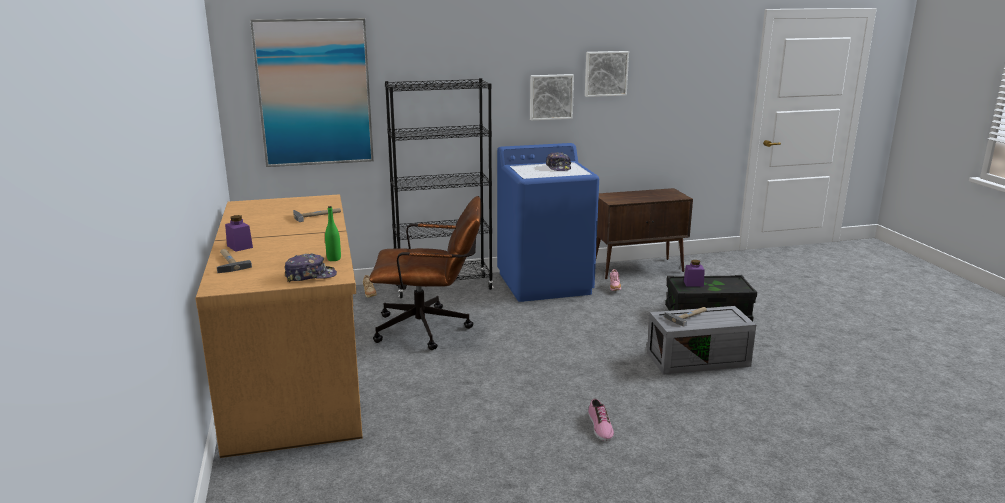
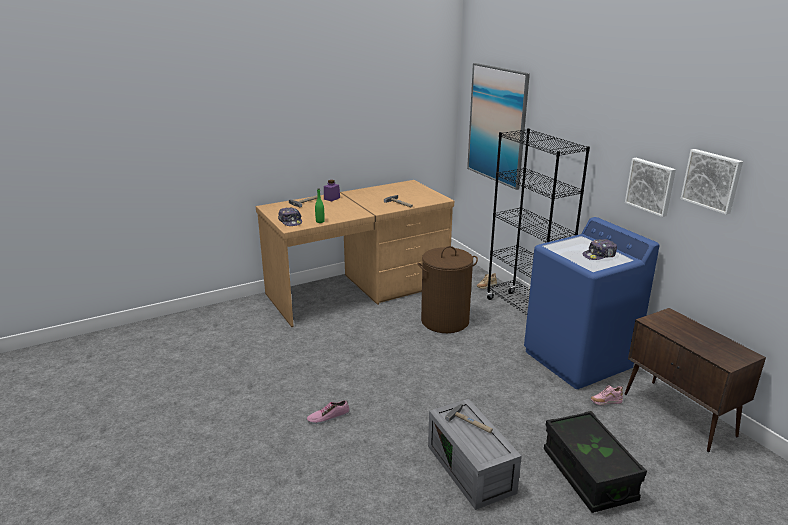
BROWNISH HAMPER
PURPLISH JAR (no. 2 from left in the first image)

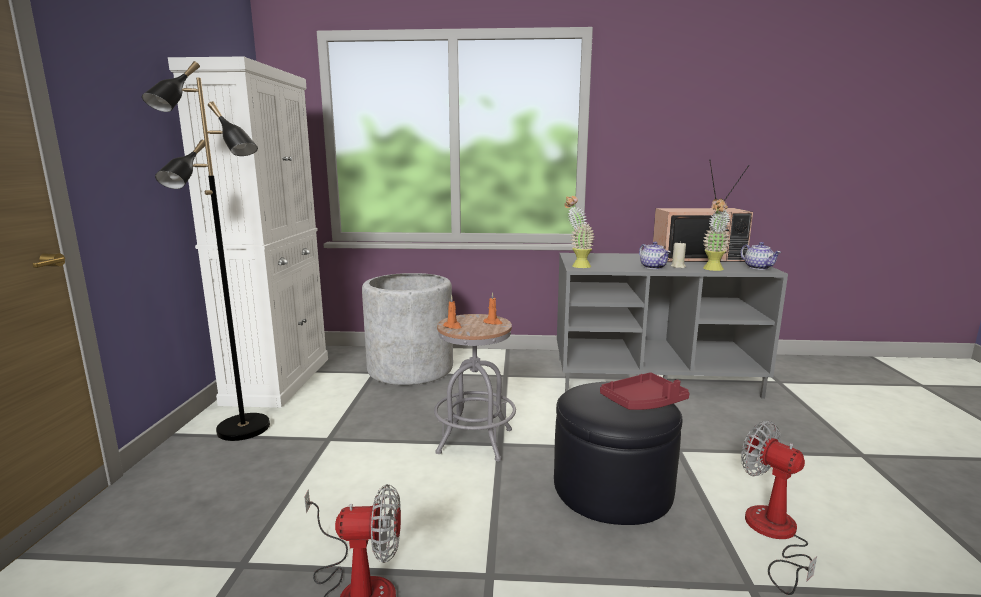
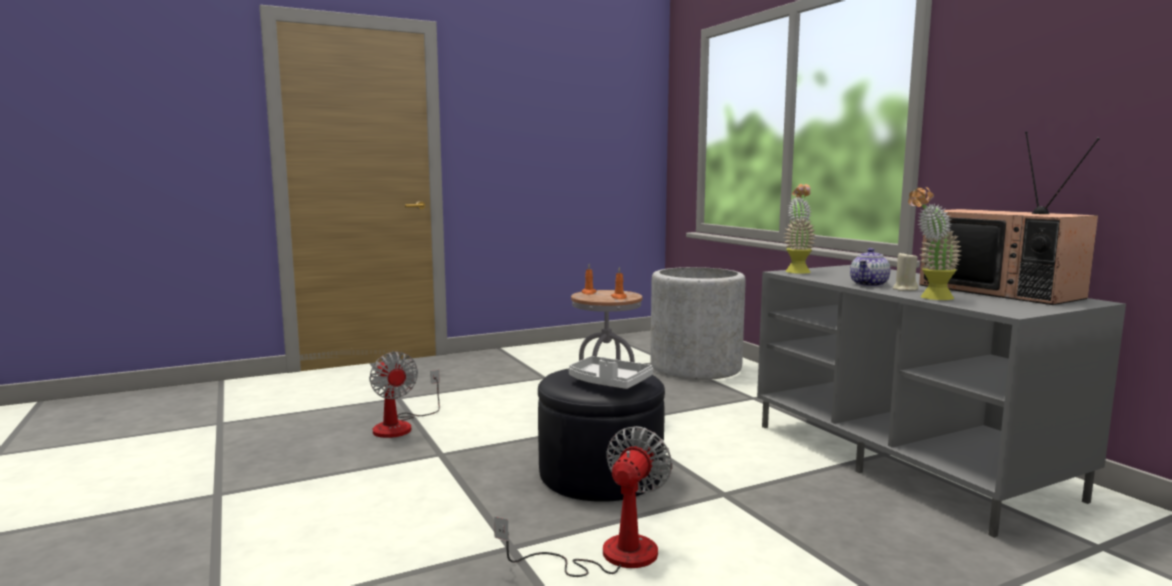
BLACK FLOOR LAMP
WHITE-COLOURED STORAGE CABINET
GRAY CARRYING TRAY
POT FOR TEA (no. 2 from left in the first image)

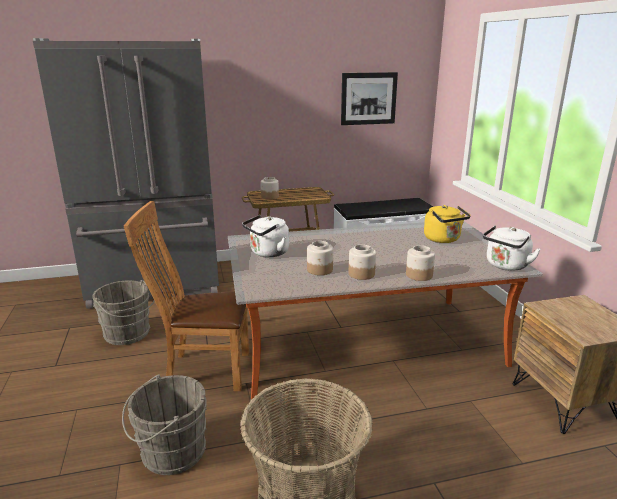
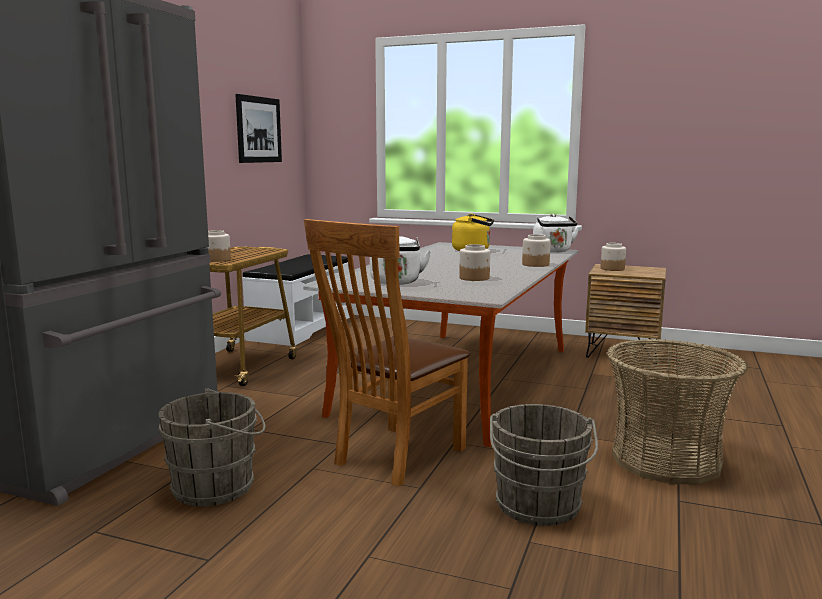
JAR (no. 4 from left)

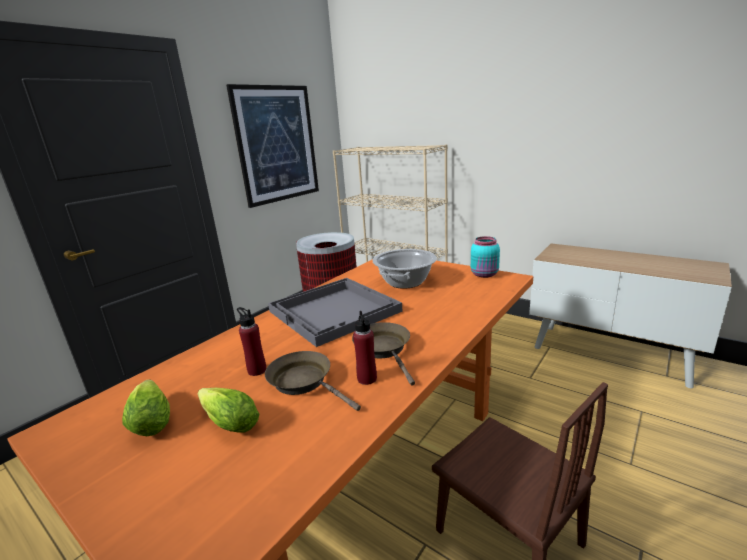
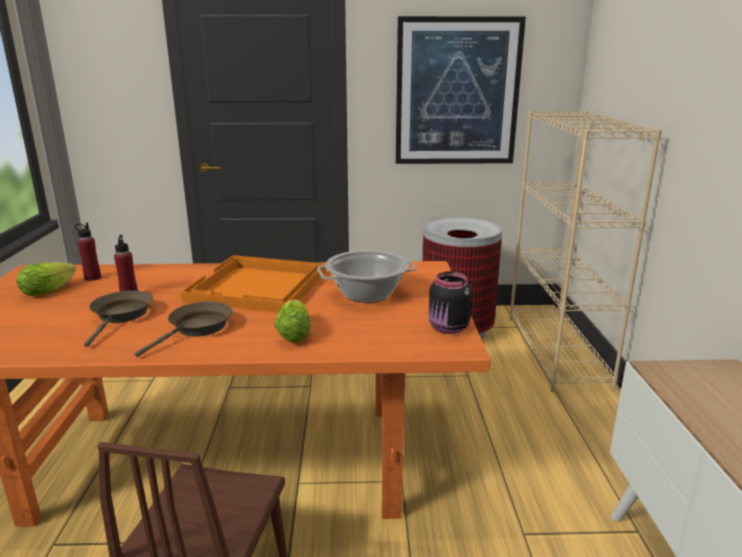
LETTUCE (no. 2 from left)
ORANGE CARRYING TRAY
RED-COLOURED DRINK BOTTLE (no. 1 from left)
BLACK JAR

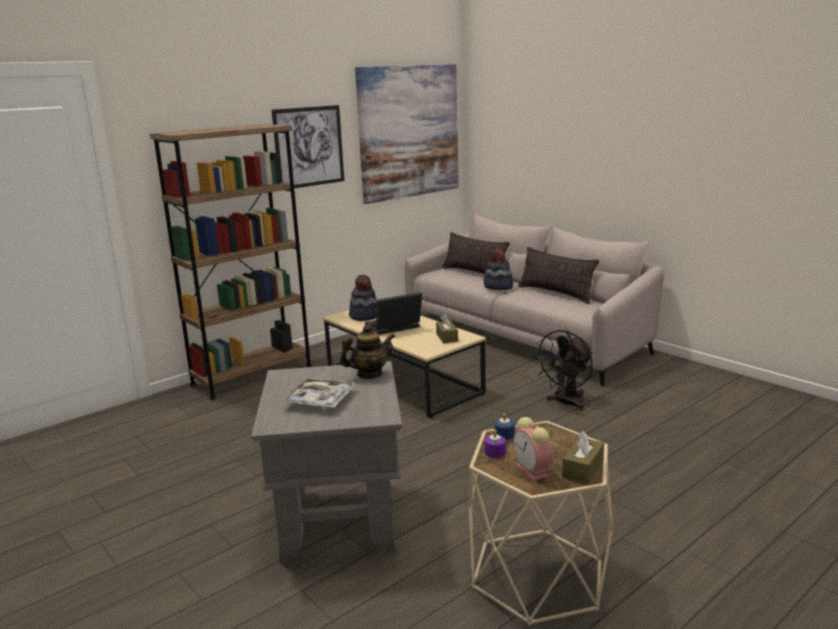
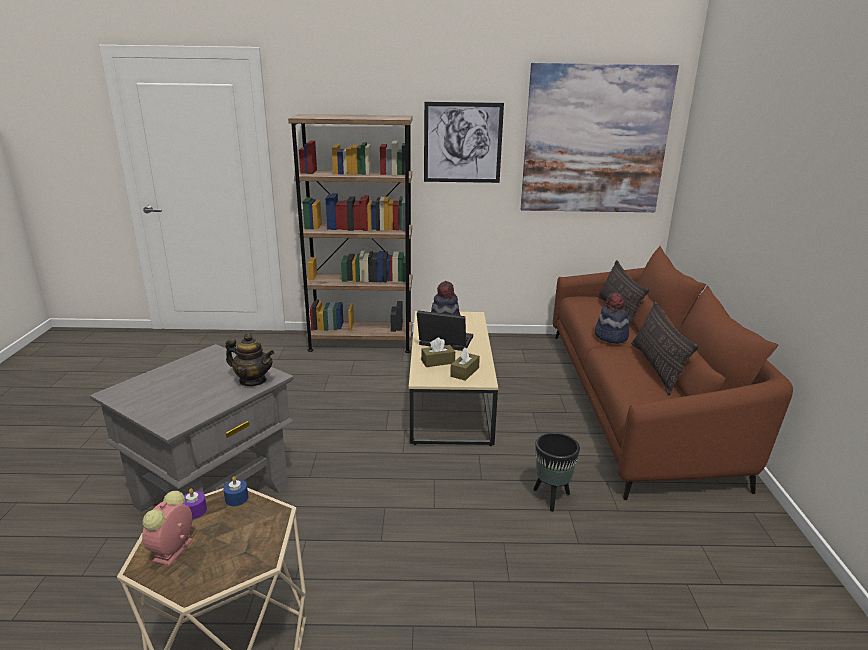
CARRYING TRAY
BROWNISH SETTEE
BLACK PLANT POT
BROWNISH TISSUE BOX (no. 1 from left)

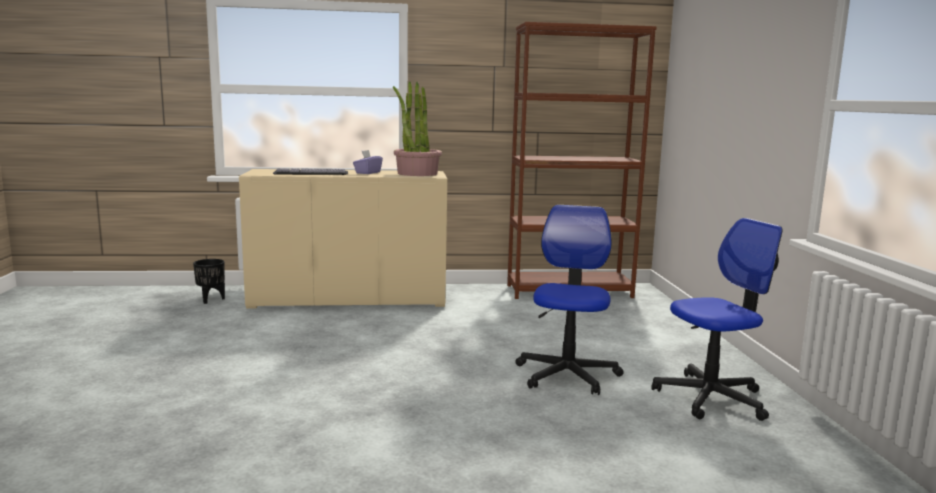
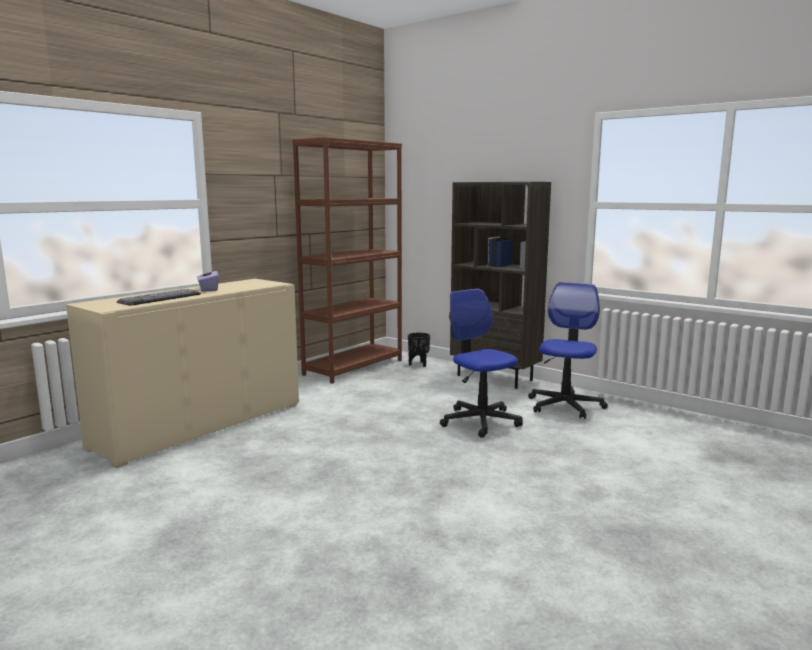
BLACK PLANT POT
PLANT IN A POT
BROWNISH BOOKCASE (no. 2 from left)

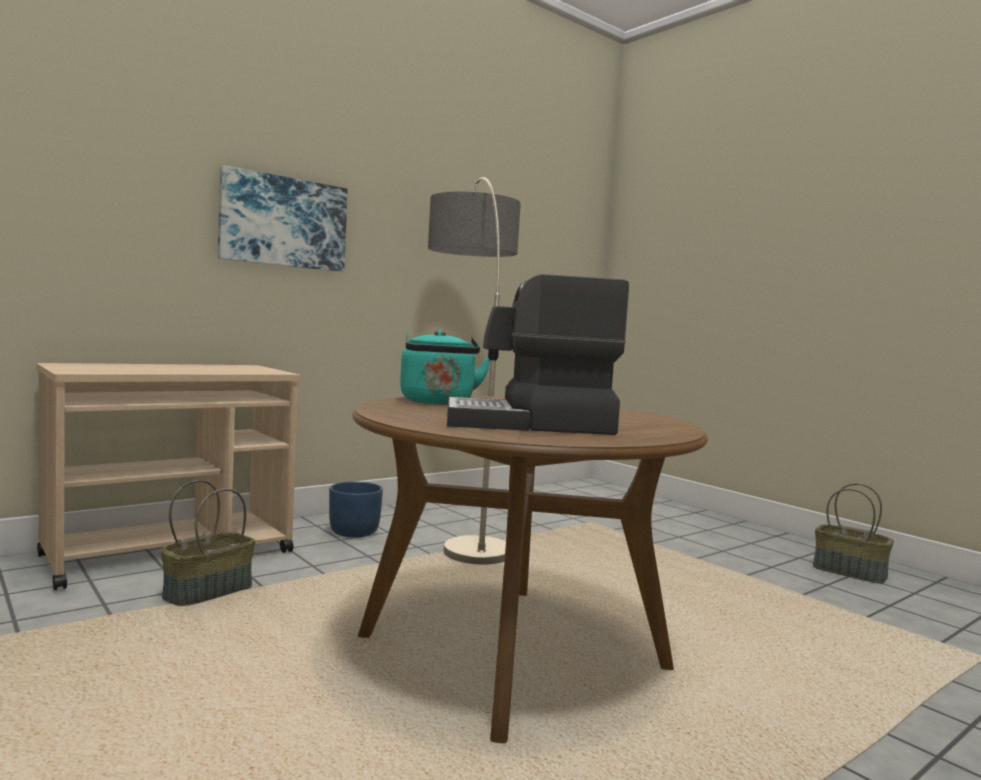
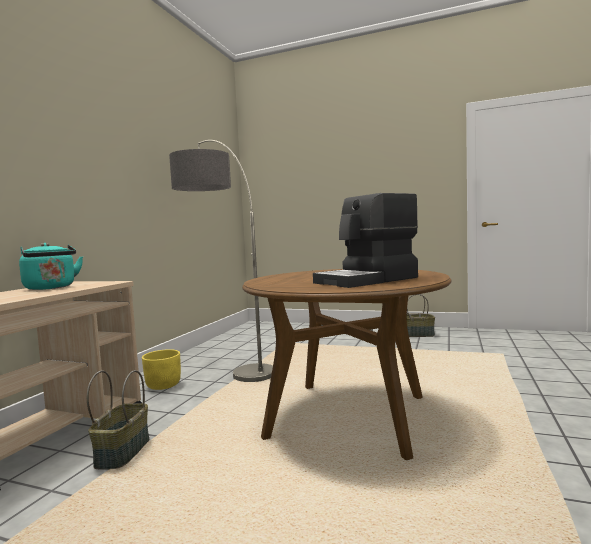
WALL PICTURE
YELLOW-COLOURED PLANT POT
BLUE-GREEN KETTLE

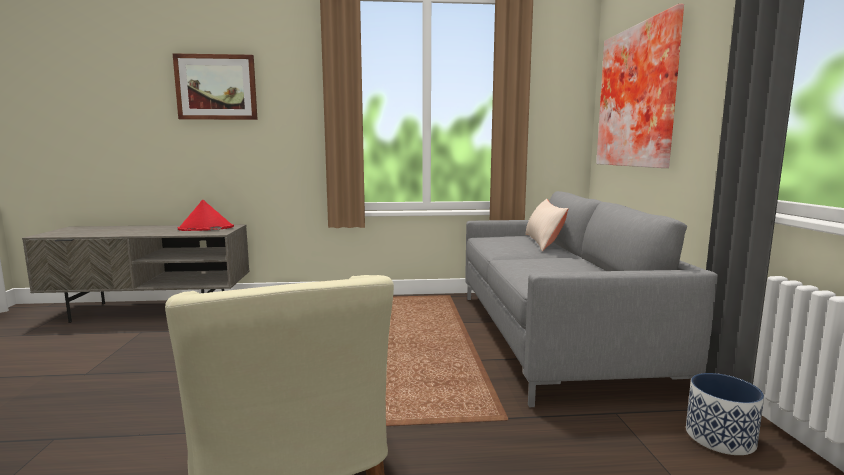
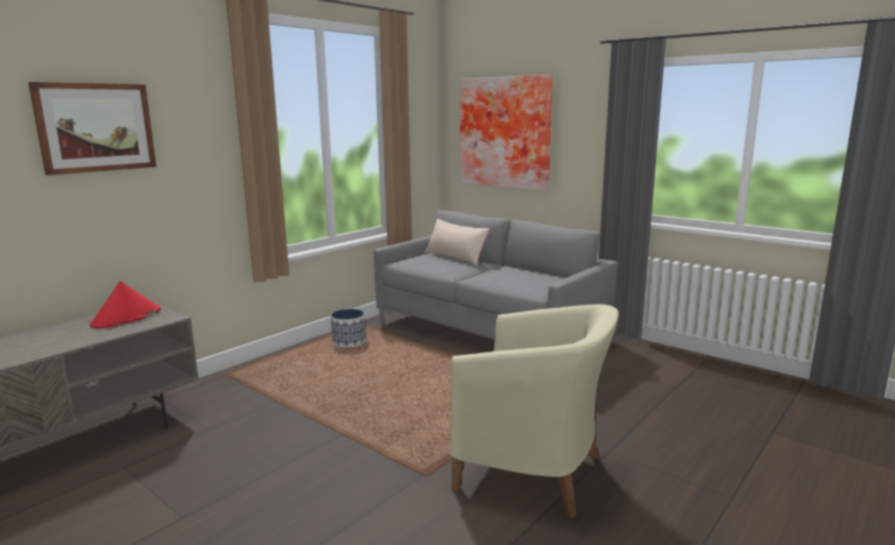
PLANT POT

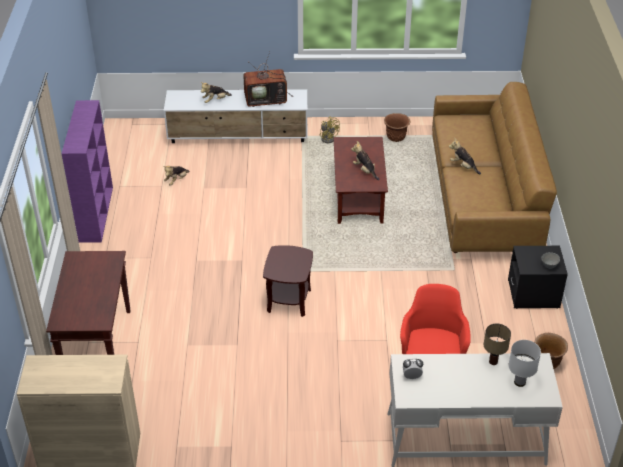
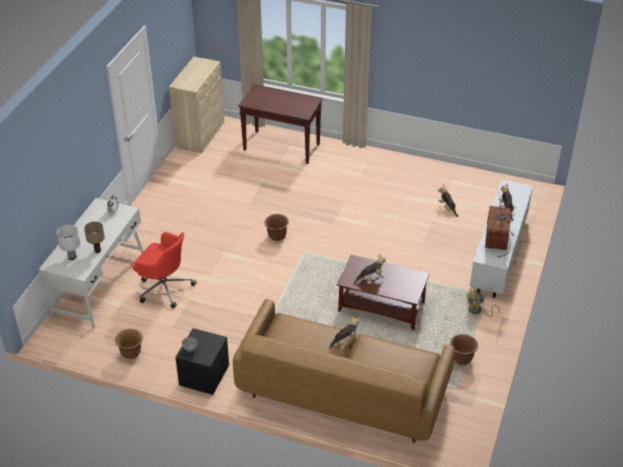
PURPLISH BOOKCASE
BROWNISH PLANT POT (no. 2 from left)

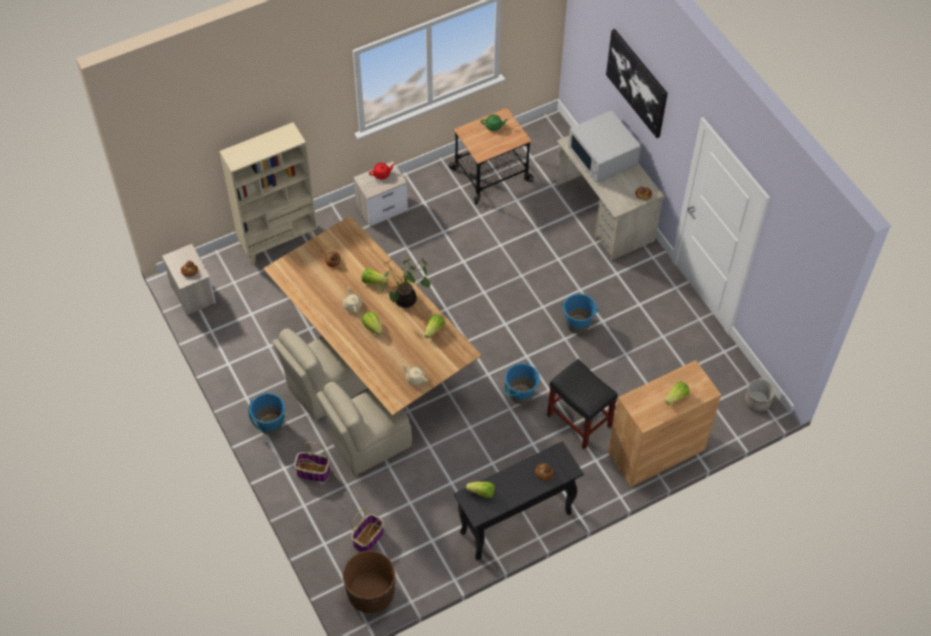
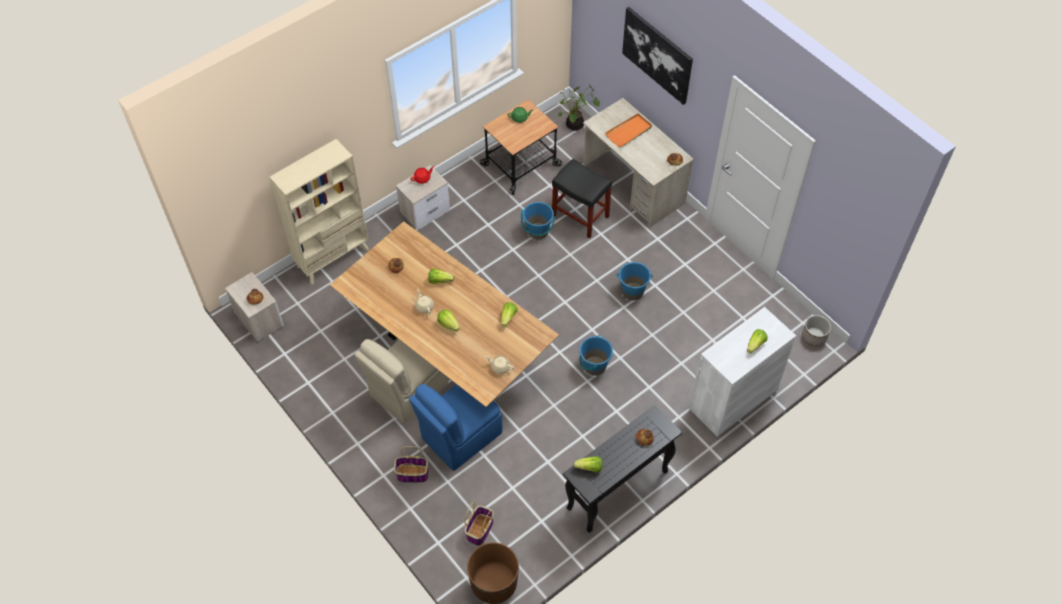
BLUE WATER BUCKET (no. 1 from left)
BLUE CHAIR
PLANT IN A POT
BLACK SITTING STOOL
ORANGE CARRYING TRAY
WHITE-COLOURED STORAGE CABINET

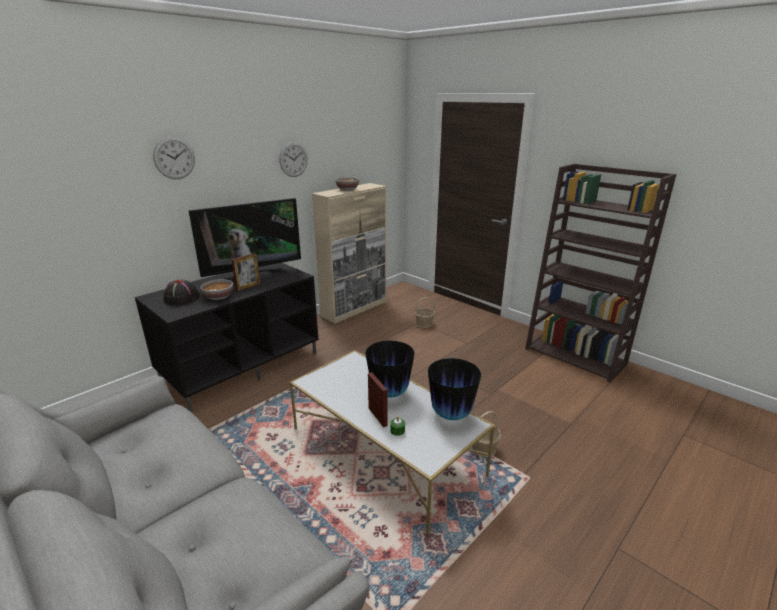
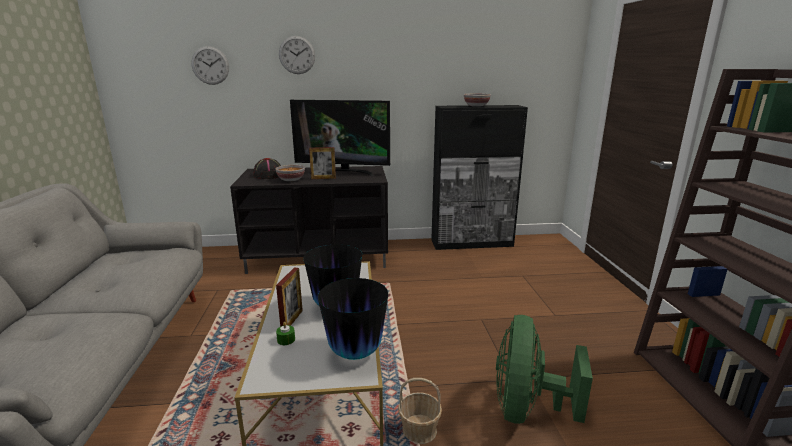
HANGING CLOCK (no. 1 from left)
BLACK STORAGE CABINET
HOUSEHOLD BASKET (no. 1 from left in the first image)
GREEN-COLOURED ELECTRIC FAN

